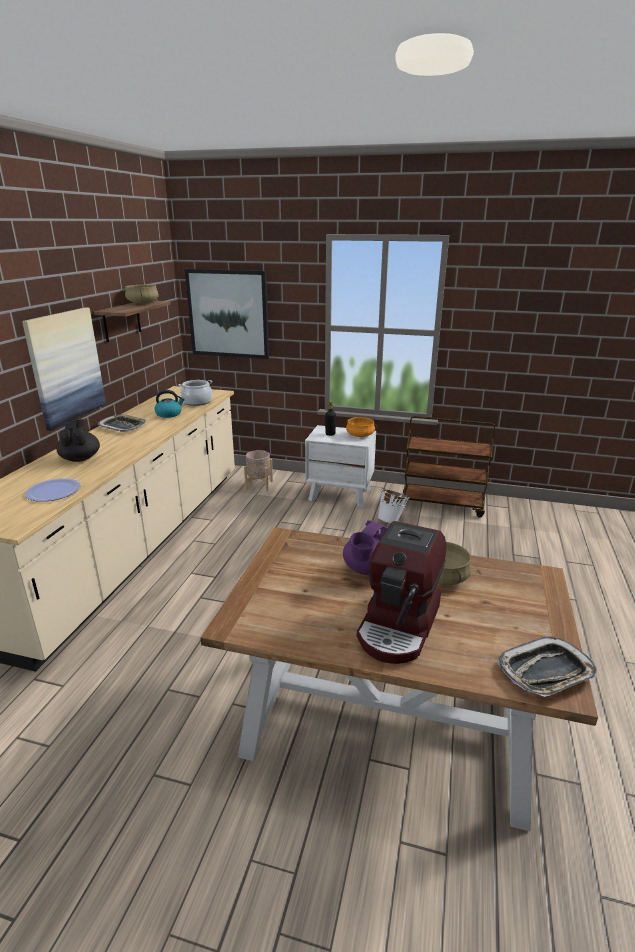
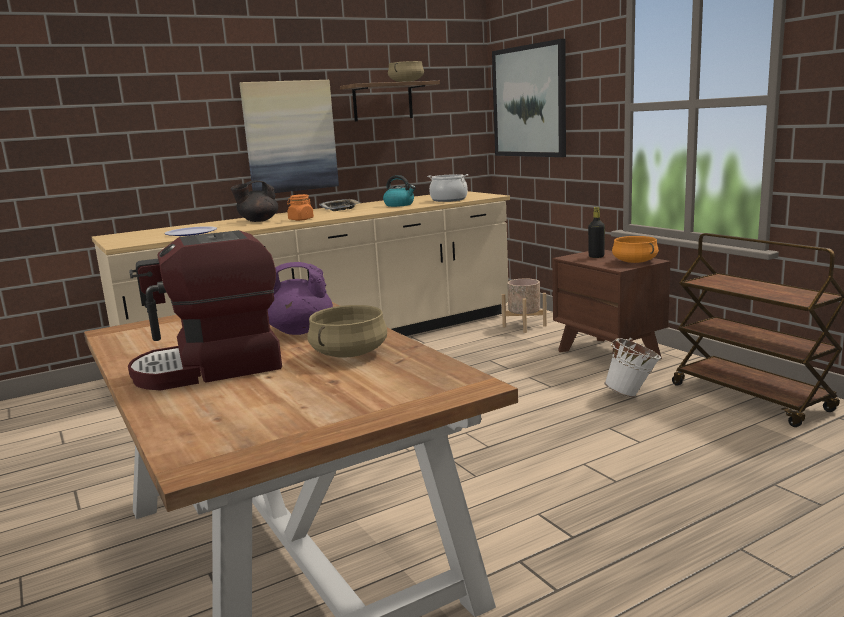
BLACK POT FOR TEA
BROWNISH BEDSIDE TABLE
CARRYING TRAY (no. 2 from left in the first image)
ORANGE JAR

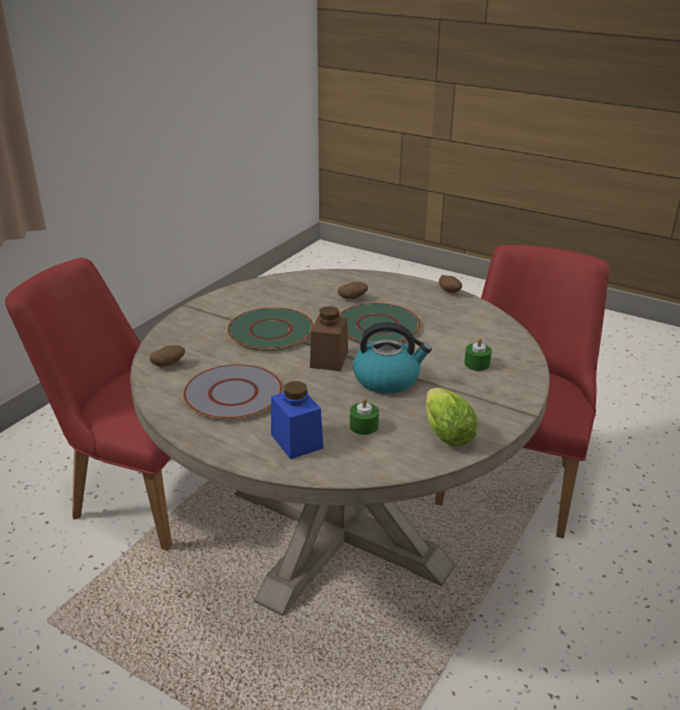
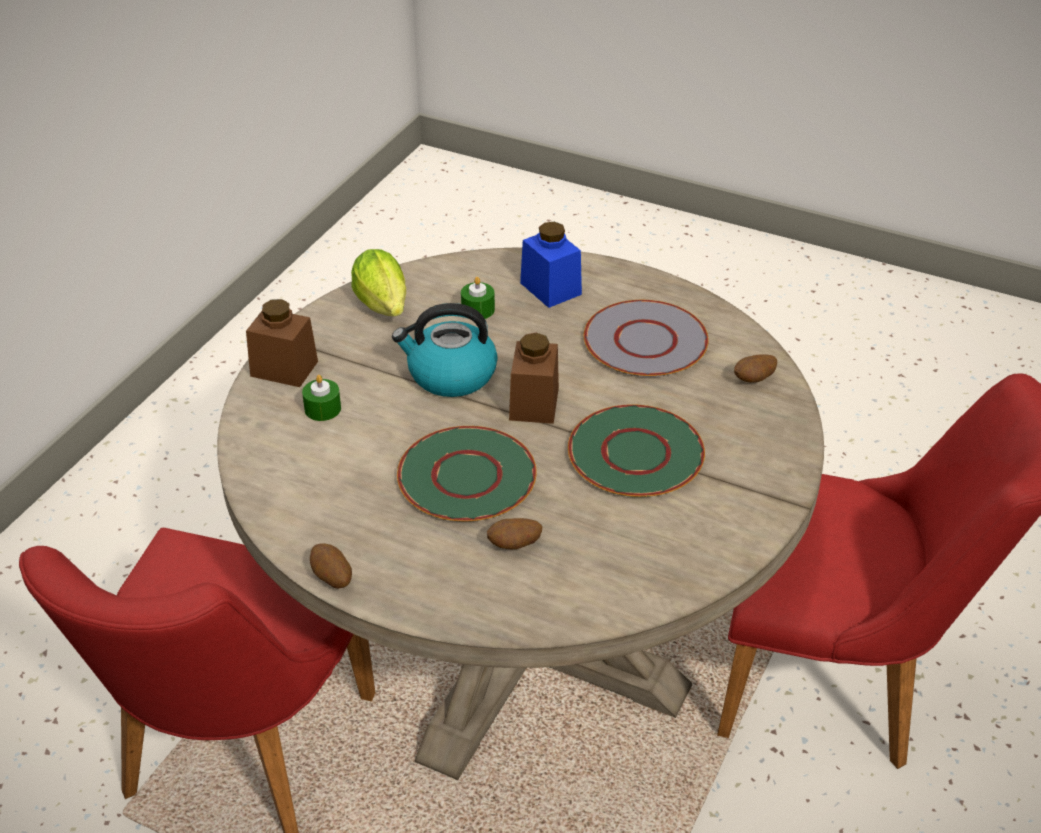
BROWNISH JAR (no. 1 from left)

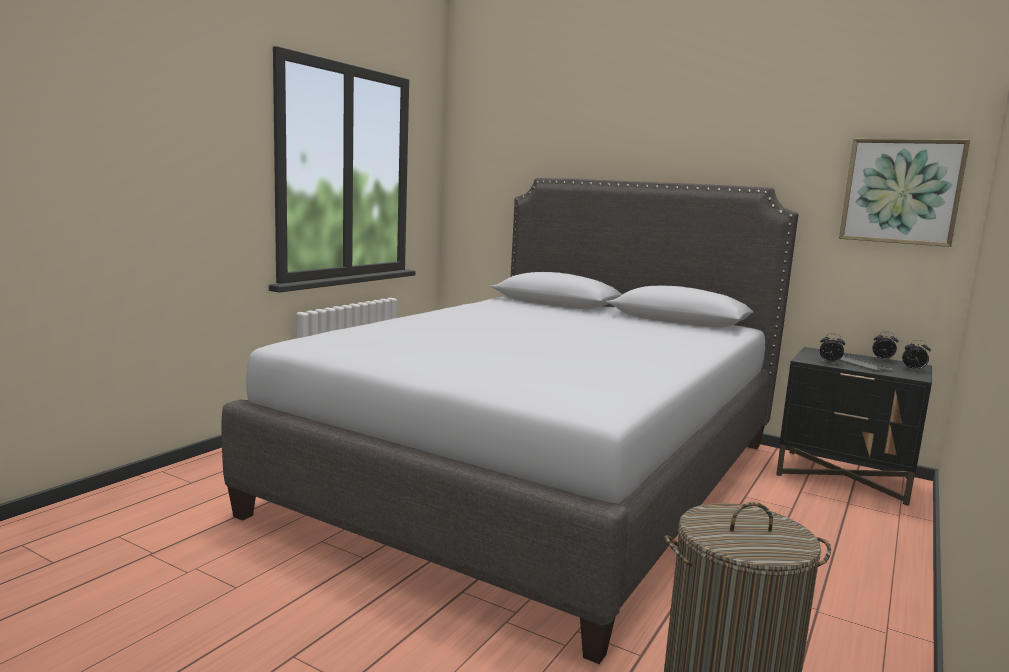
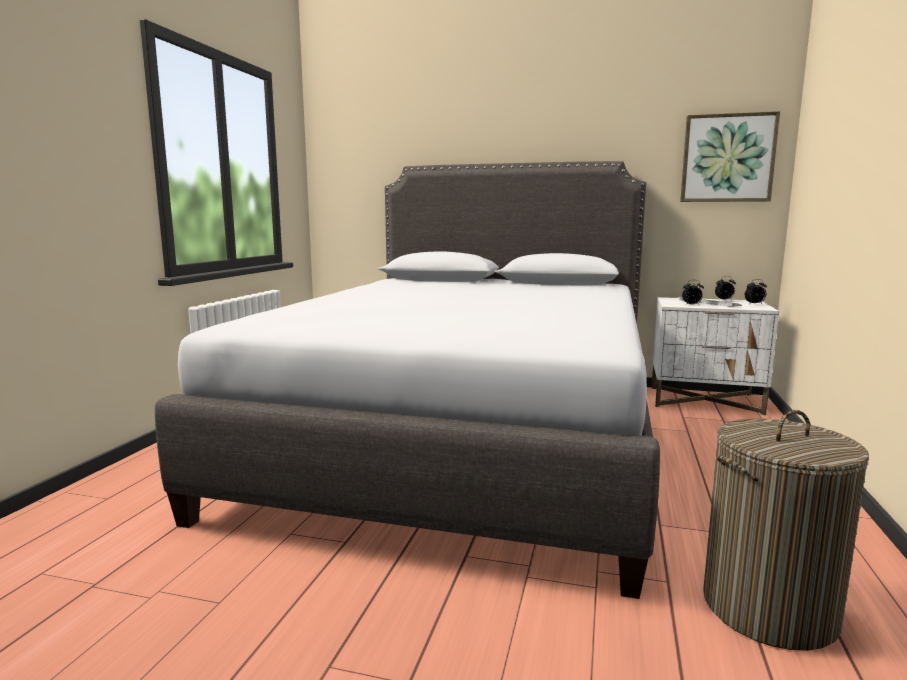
WHITE-COLOURED BEDSIDE TABLE

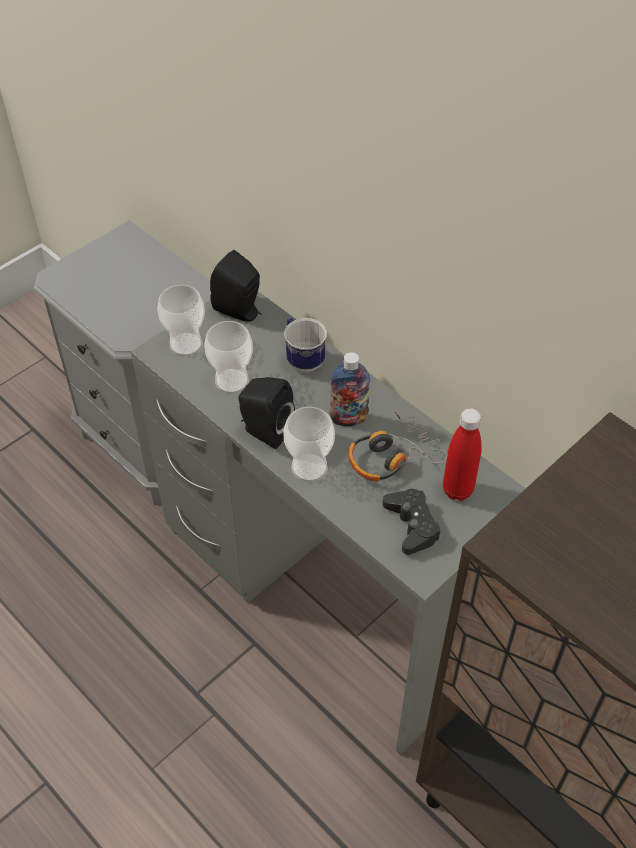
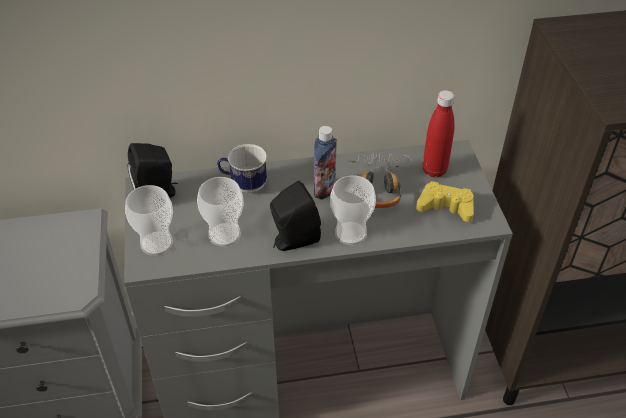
YELLOW-COLOURED JOYPAD

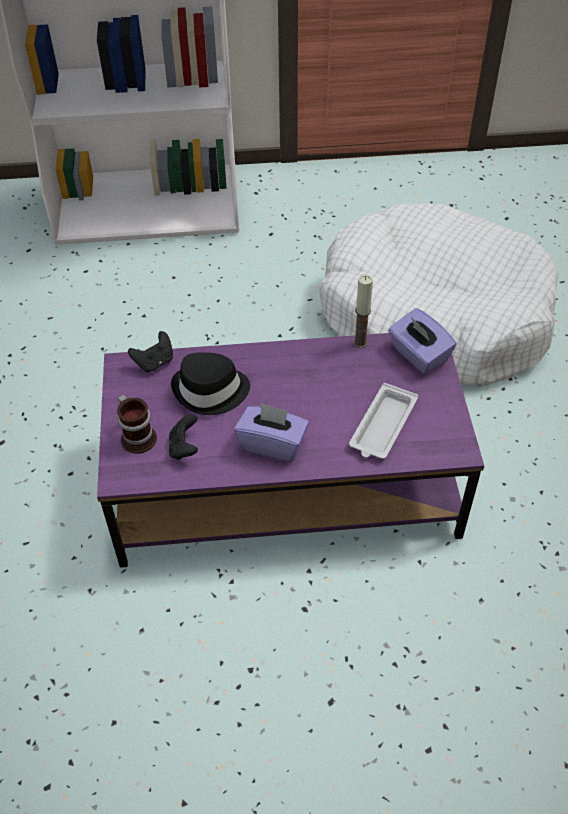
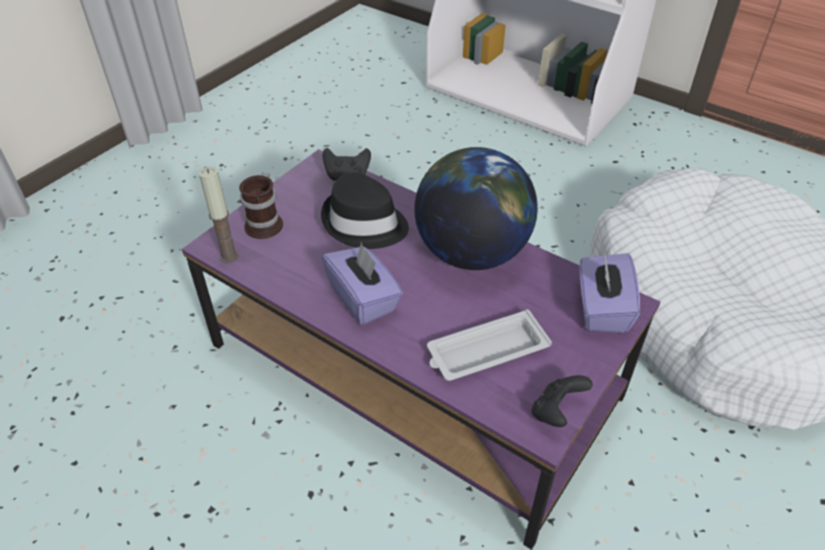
BLACK JOYPAD (no. 2 from left)
WAX LIGHT
WORLD GLOBE

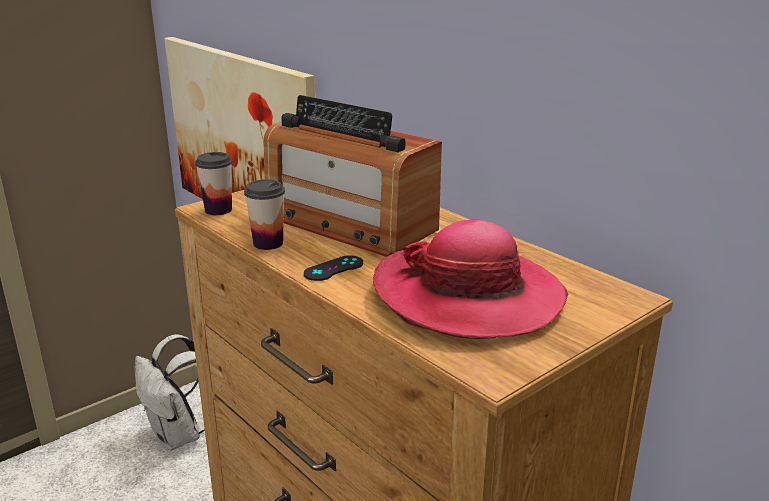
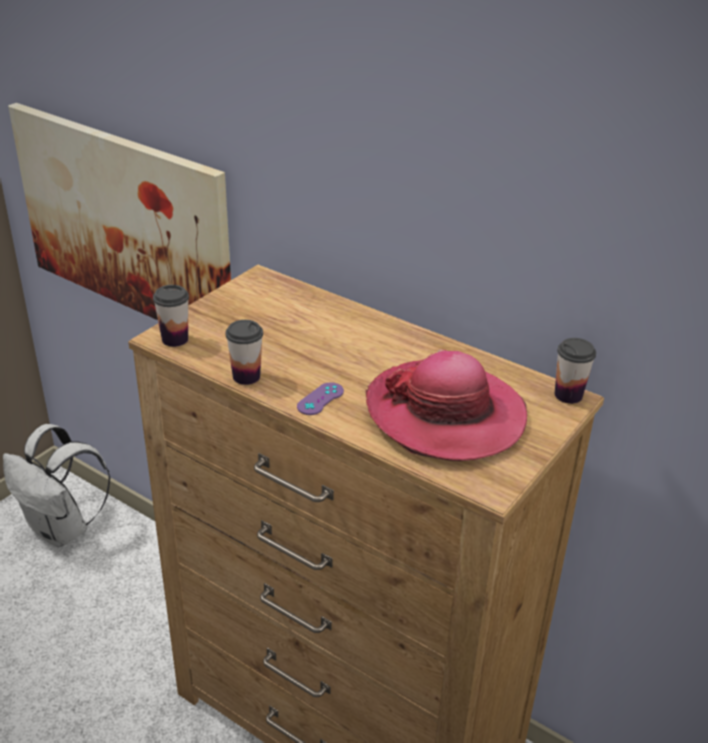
RADIO RECEIVER
PURPLISH JOYPAD
SMALL CUP (no. 3 from left)

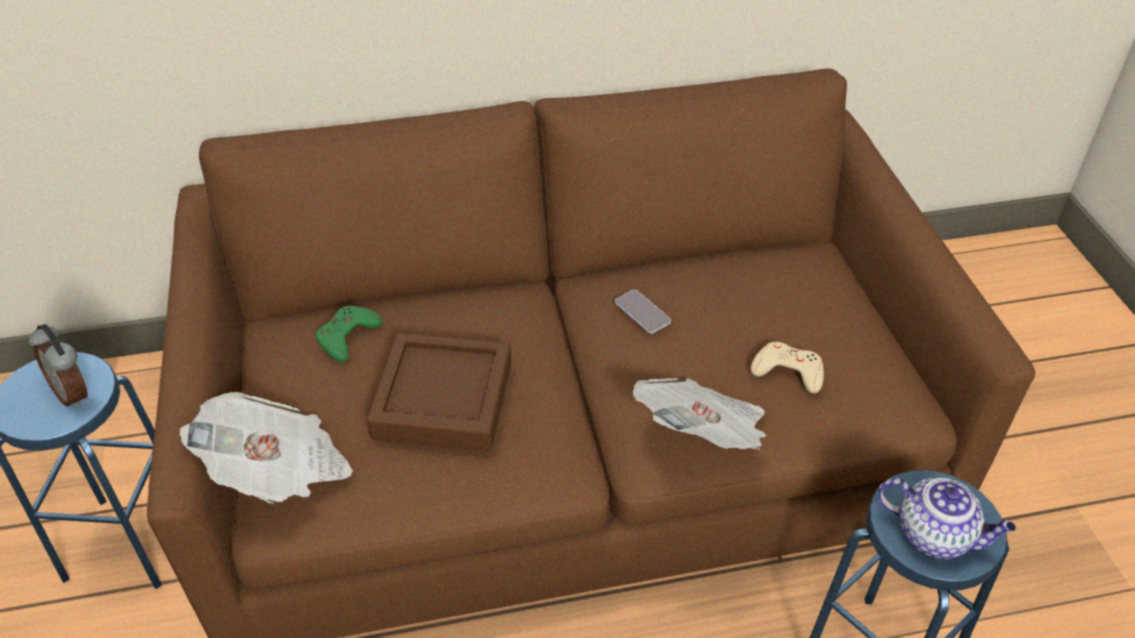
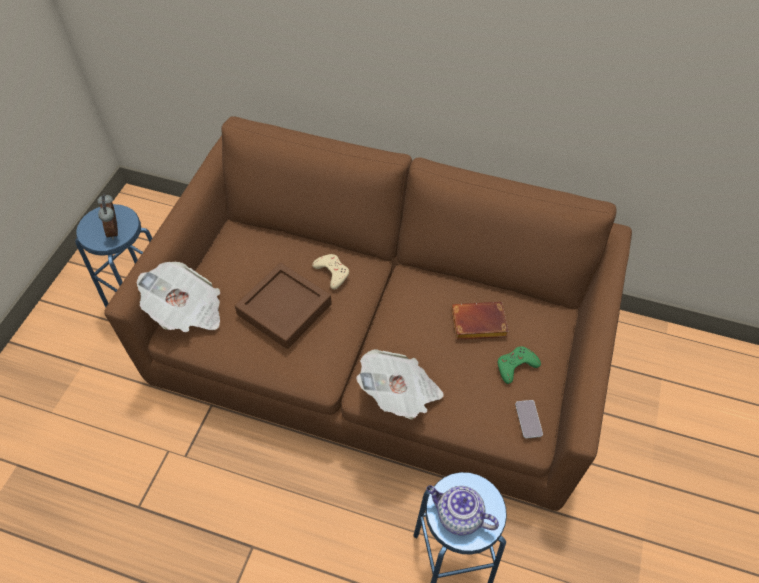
GREEN-COLOURED JOYPAD
TELEPHONE
SAND-COLOURED JOYPAD
POT FOR TEA
BROWNISH VOLUME

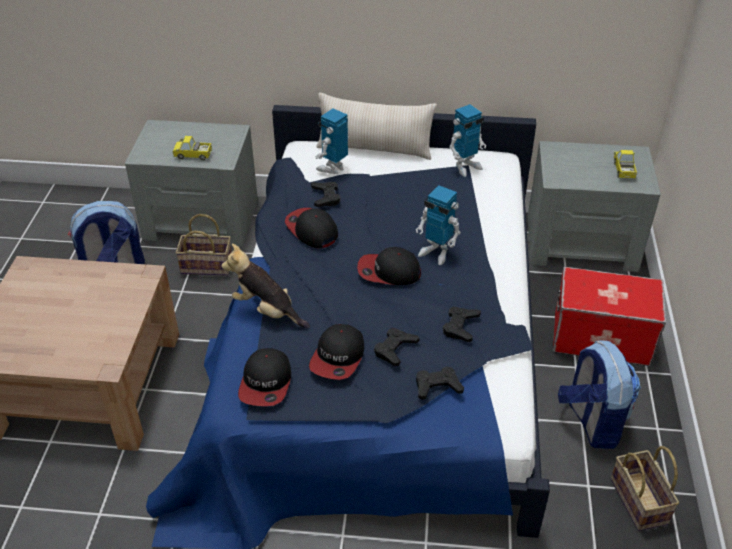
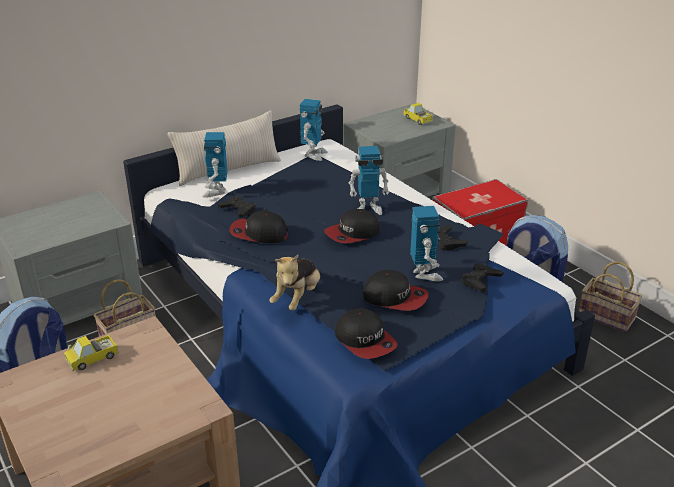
MODEL TRUCK (no. 1 from left)
PLUSH TOY
PEAKED CAP (no. 4 from left)
TOY ROBOT (no. 4 from left)

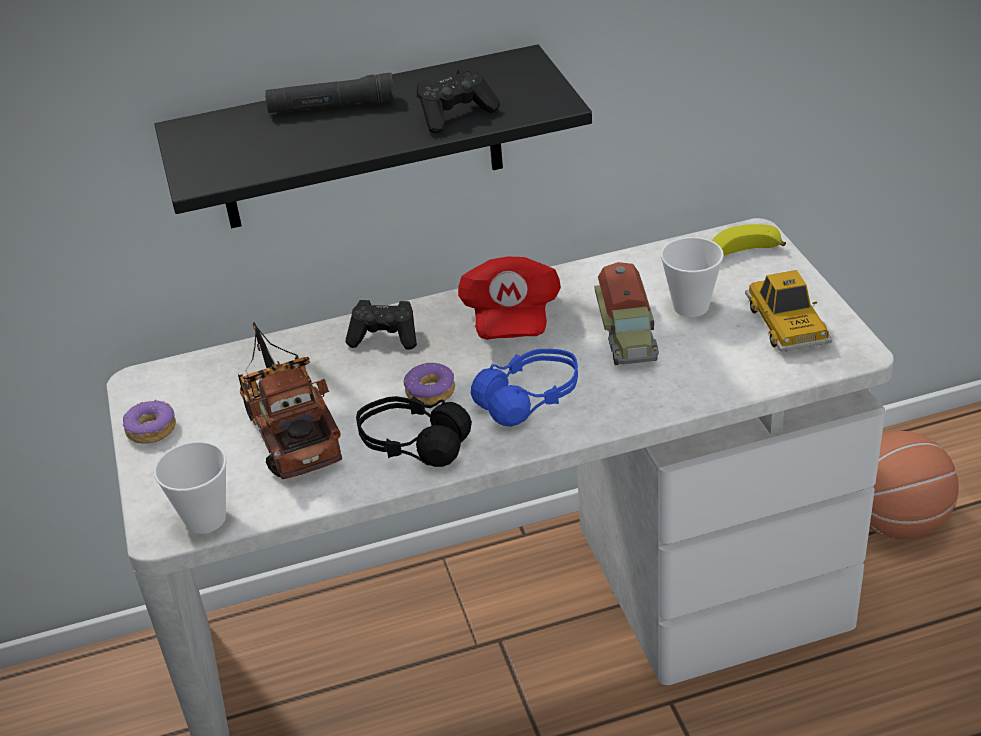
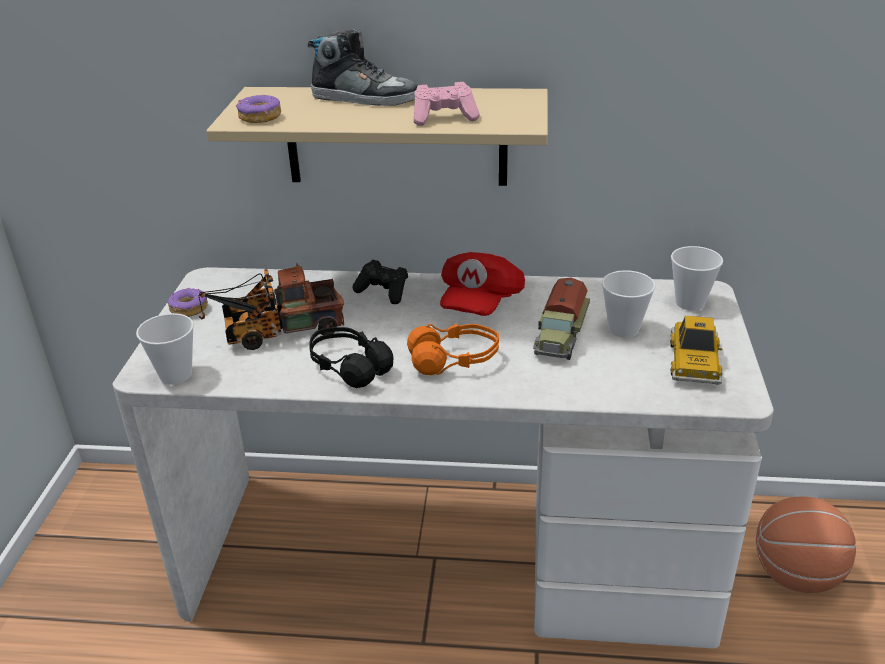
SAND-COLOURED WALL SHELF
MODEL TRUCK (no. 1 from left)
LOW SHOE
DOUGHNUT (no. 2 from left)
PINK JOYPAD
ORANGE HEADPHONES
SMALL CUP (no. 3 from left)

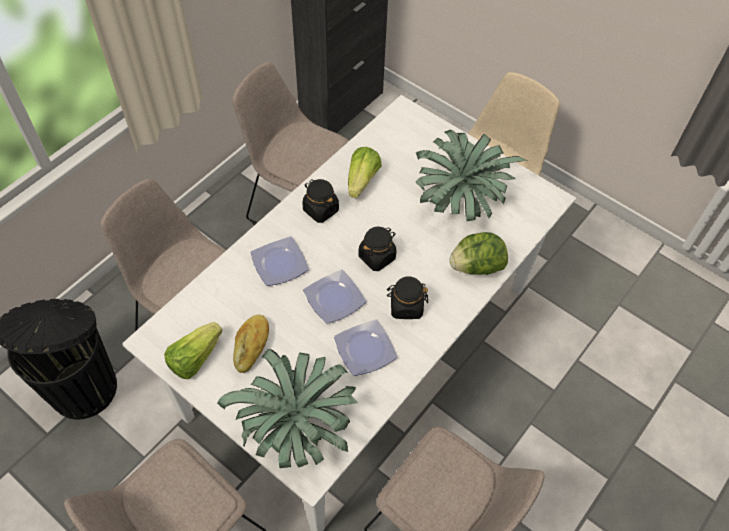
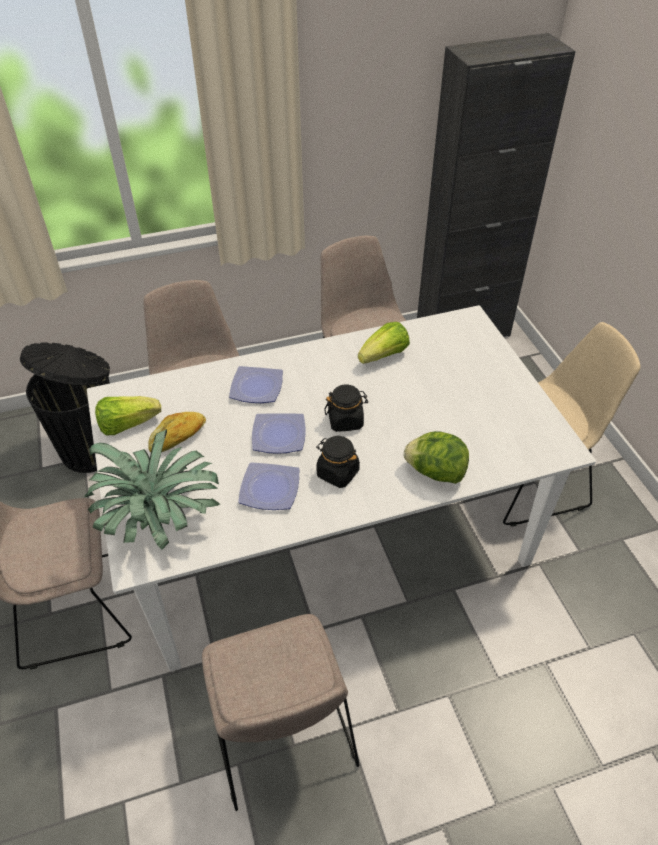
BLACK JAR (no. 1 from left in the first image)
PLANT IN A POT (no. 2 from left in the first image)

